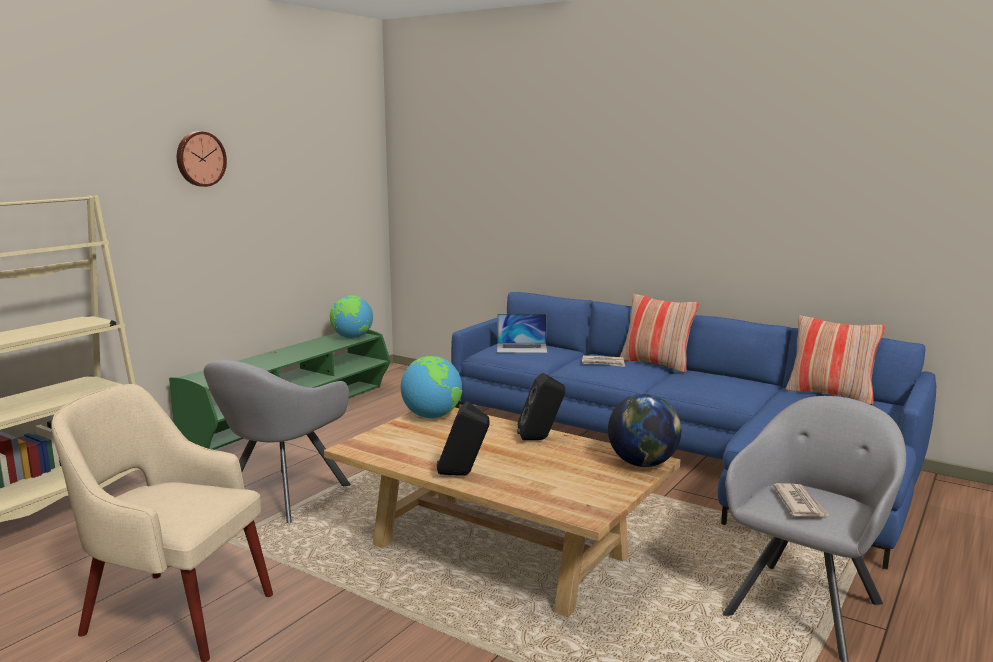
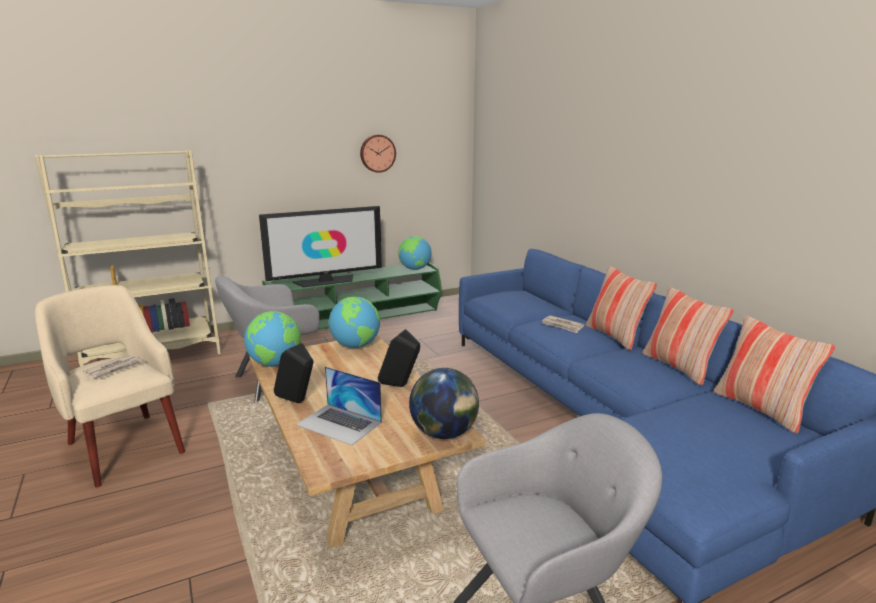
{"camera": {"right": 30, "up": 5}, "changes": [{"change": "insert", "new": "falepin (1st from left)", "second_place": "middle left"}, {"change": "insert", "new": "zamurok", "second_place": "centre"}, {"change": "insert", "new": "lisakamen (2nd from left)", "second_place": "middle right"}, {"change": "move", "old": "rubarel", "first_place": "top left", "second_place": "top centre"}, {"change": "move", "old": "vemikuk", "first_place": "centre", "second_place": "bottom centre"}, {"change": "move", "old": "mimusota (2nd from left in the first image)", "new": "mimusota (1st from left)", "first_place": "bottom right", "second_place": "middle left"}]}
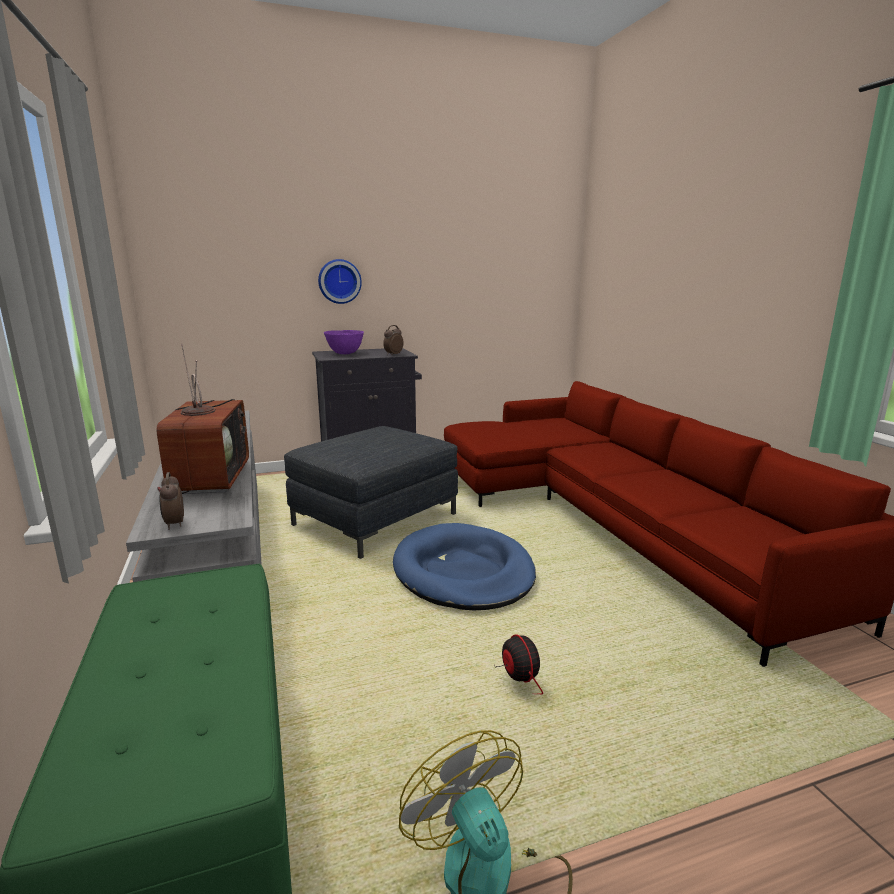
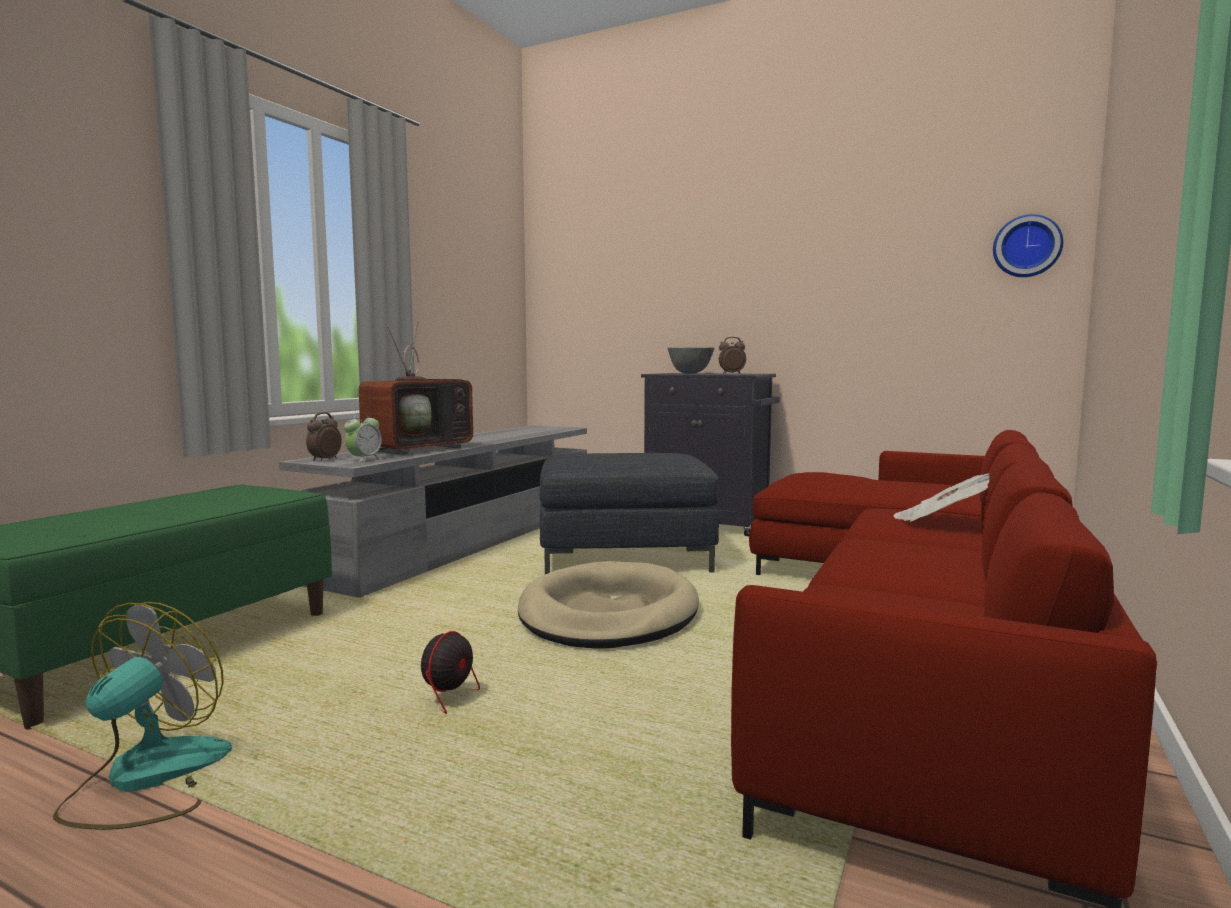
{"camera": {"right": 45, "up": -10}, "changes": [{"change": "insert", "new": "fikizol (2nd from left)", "second_place": "middle left"}, {"change": "insert", "new": "mimusota", "second_place": "middle right"}, {"change": "move", "old": "rubarel", "first_place": "top centre", "second_place": "top right"}, {"change": "recolor", "old": "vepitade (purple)", "new": "vepitade (grey)", "first_place": "centre", "second_place": "centre"}, {"change": "recolor", "old": "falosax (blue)", "new": "falosax (beige)", "first_place": "centre", "second_place": "centre"}]}
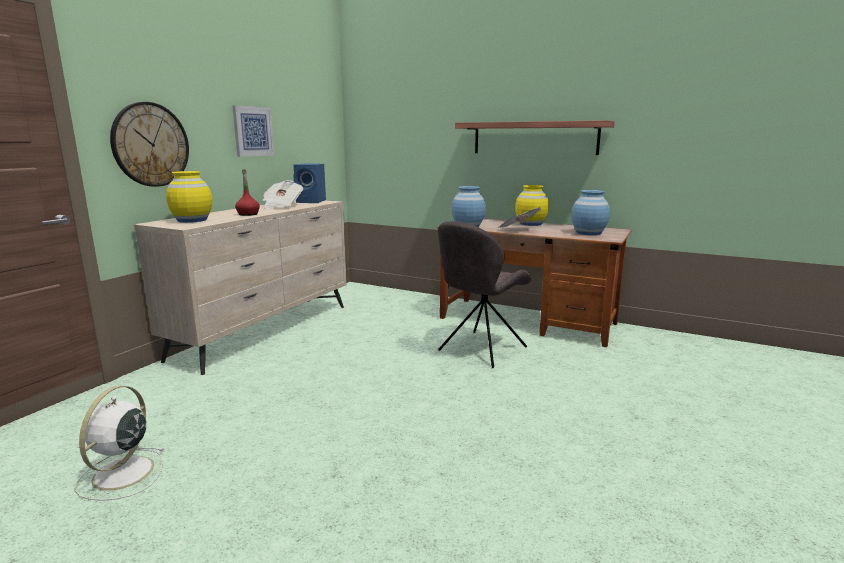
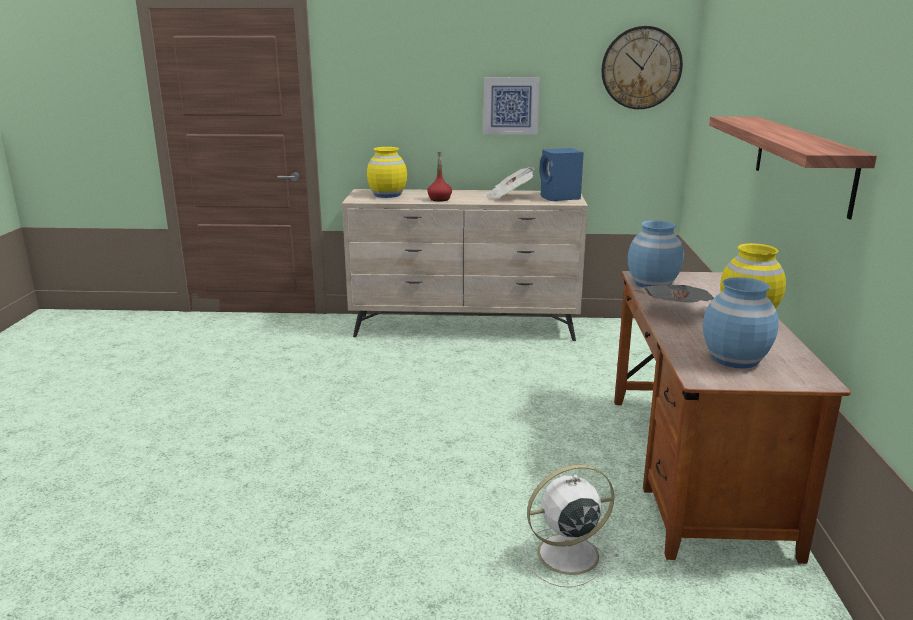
{"camera": {"right": 65, "up": 5}, "changes": [{"change": "delete", "old": "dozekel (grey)", "first_place": "centre"}, {"change": "move", "old": "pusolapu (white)", "first_place": "bottom left", "second_place": "bottom centre"}, {"change": "move", "old": "rubarel", "first_place": "top left", "second_place": "top right"}]}
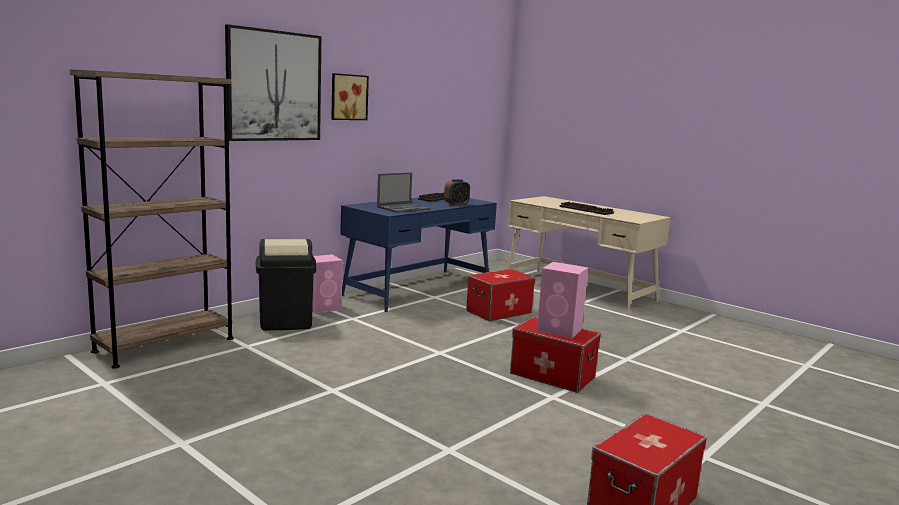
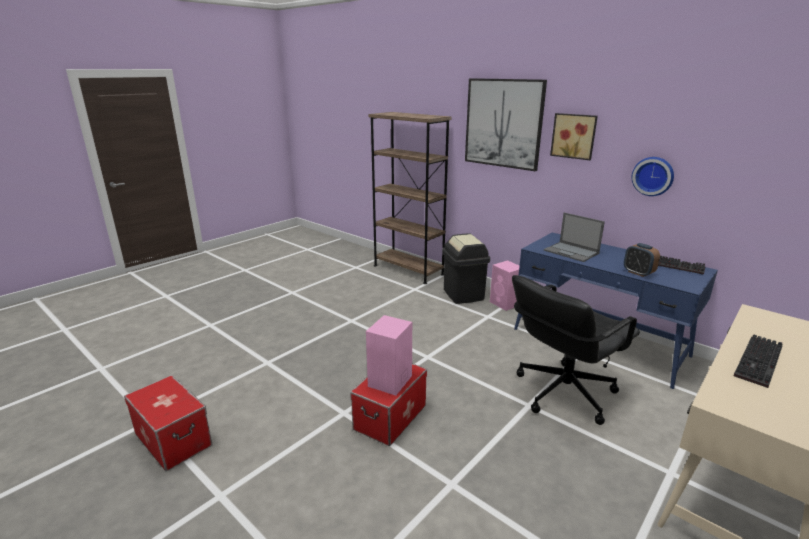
{"camera": {"right": 90, "up": 10}, "changes": [{"change": "insert", "new": "rubarel", "second_place": "top right"}, {"change": "replace", "old": "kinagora (1st from left)", "new": "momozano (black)", "first_place": "centre", "second_place": "middle right"}]}
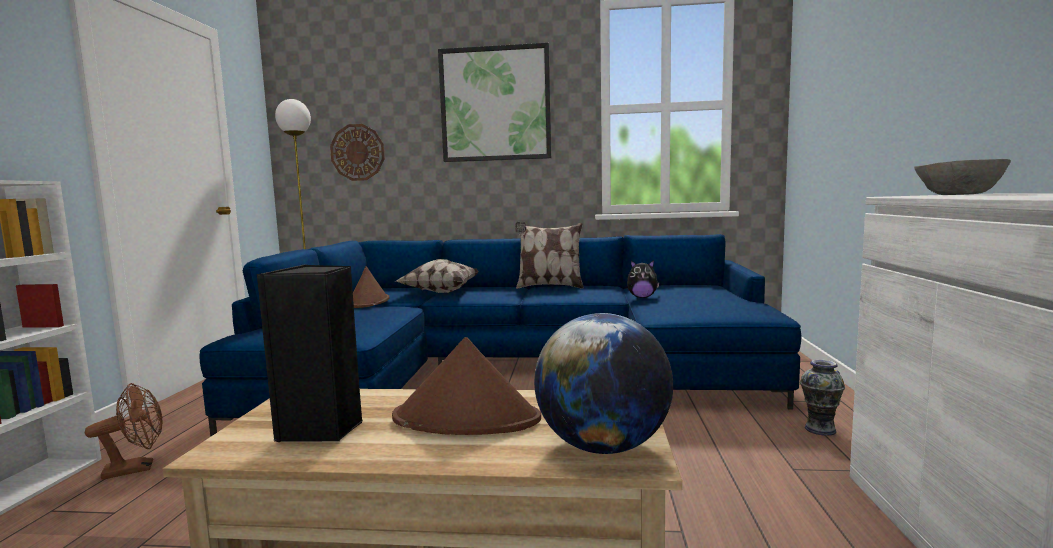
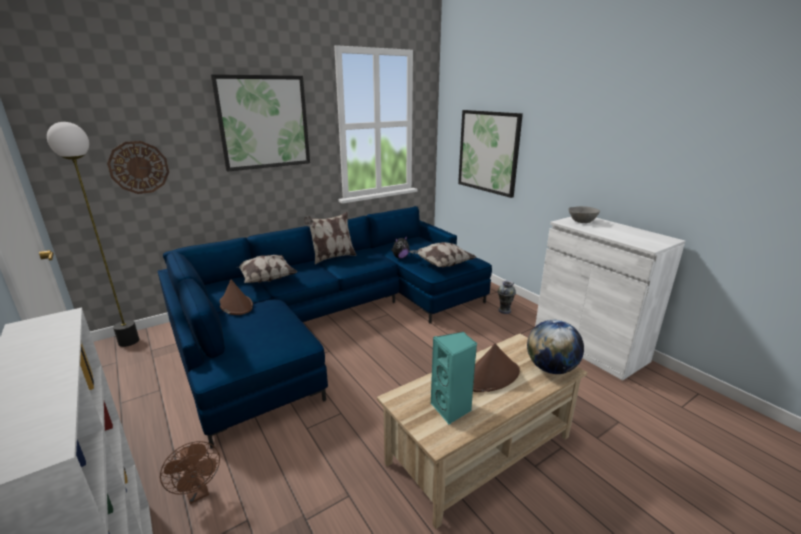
{"camera": {"right": -40, "up": 15}, "changes": [{"change": "insert", "new": "lisakamen (3rd from left)", "second_place": "centre"}, {"change": "insert", "new": "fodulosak (2nd from left)", "second_place": "top centre"}, {"change": "recolor", "old": "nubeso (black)", "new": "nubeso (turquoise)", "first_place": "middle left", "second_place": "bottom centre"}, {"change": "rotate", "old": "pusolapu (brown)", "first_place": "bottom left", "second_place": "bottom left", "degrees": 120}]}
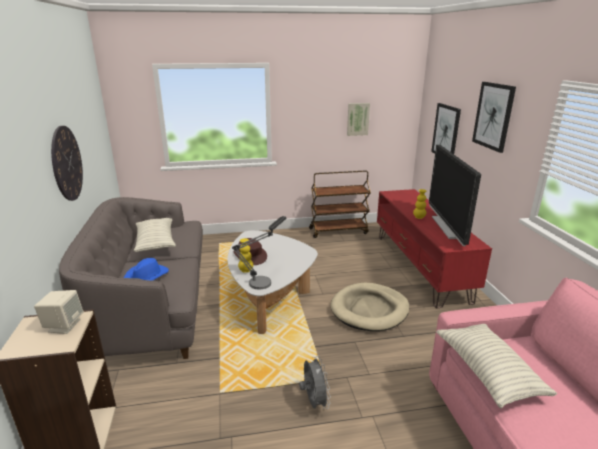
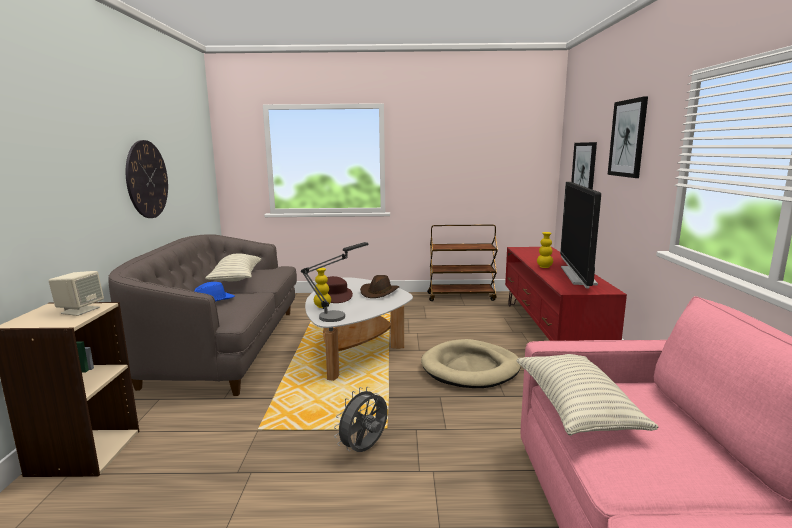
{"camera": {"right": 10, "up": -10}, "changes": [{"change": "delete", "old": "fodulosak (1st from left)", "first_place": "top centre"}, {"change": "insert", "new": "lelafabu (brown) (2nd from left)", "second_place": "centre"}, {"change": "rotate", "old": "pusolapu (grey)", "first_place": "bottom centre", "second_place": "bottom centre", "degrees": -135}]}
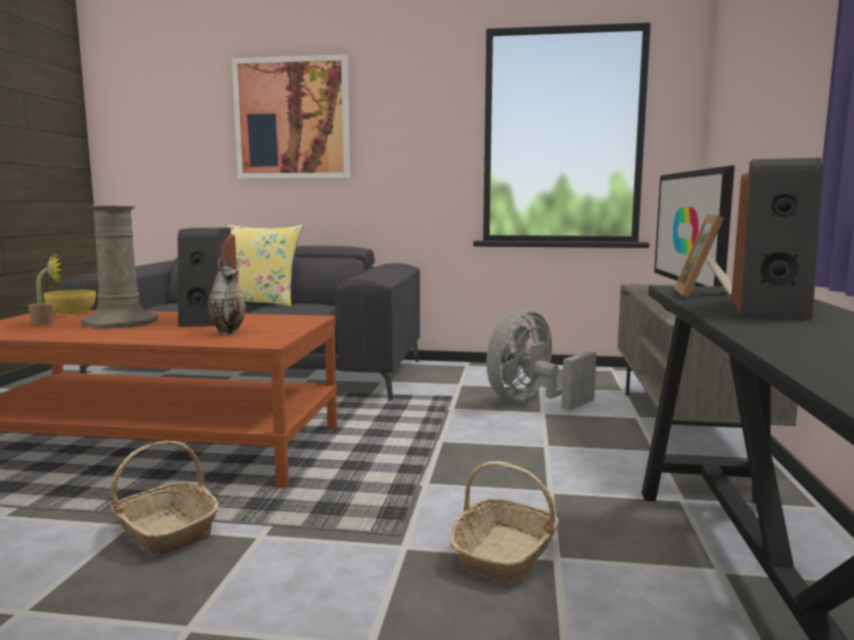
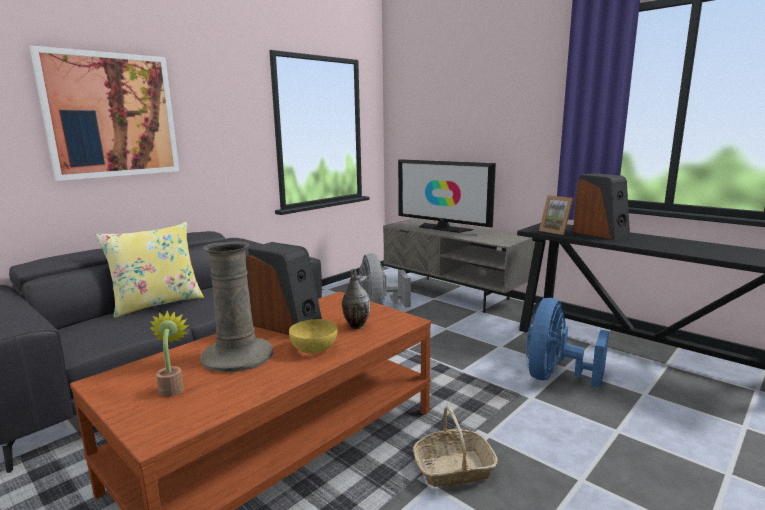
{"camera": {"right": -55, "up": 5}, "changes": [{"change": "move", "old": "vepitade (yellow)", "first_place": "middle left", "second_place": "centre"}, {"change": "replace", "old": "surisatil (2nd from left)", "new": "pusolapu (blue)", "first_place": "bottom centre", "second_place": "bottom right"}]}
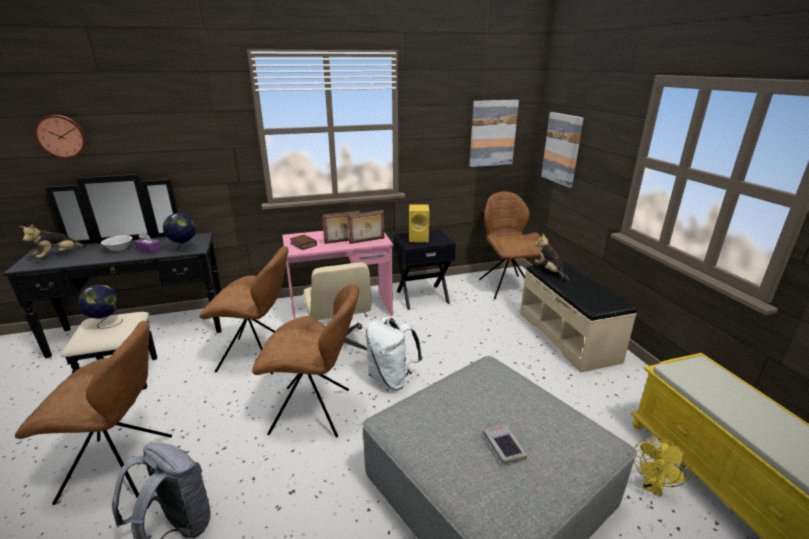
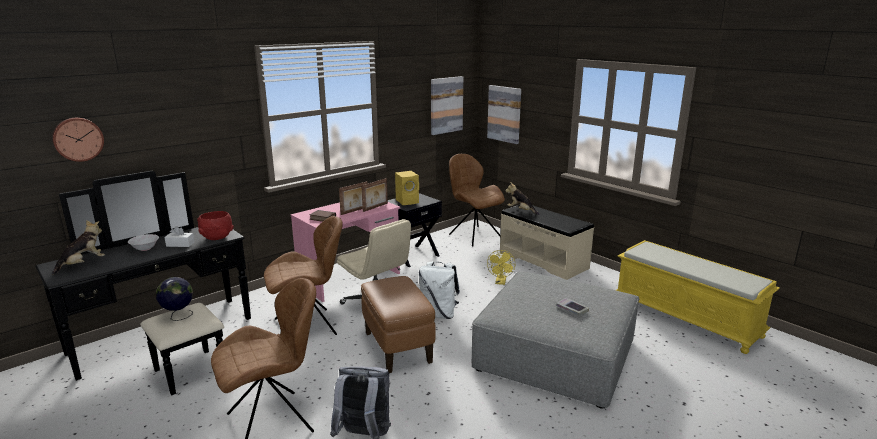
{"camera": {"right": -25, "up": -5}, "changes": [{"change": "move", "old": "pusolapu (yellow)", "first_place": "bottom right", "second_place": "centre"}, {"change": "replace", "old": "falepin (2nd from left)", "new": "vepitade (red)", "first_place": "middle left", "second_place": "middle left"}, {"change": "replace", "old": "dozekel (brown) (3rd from left)", "new": "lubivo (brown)", "first_place": "bottom centre", "second_place": "bottom centre"}, {"change": "recolor", "old": "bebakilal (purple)", "new": "bebakilal (white)", "first_place": "middle left", "second_place": "middle left"}, {"change": "rotate", "old": "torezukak (1st from left)", "first_place": "middle left", "second_place": "middle left", "degrees": -150}]}
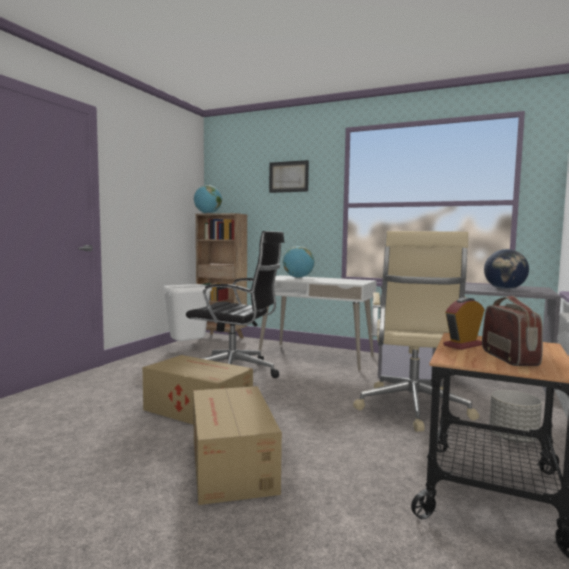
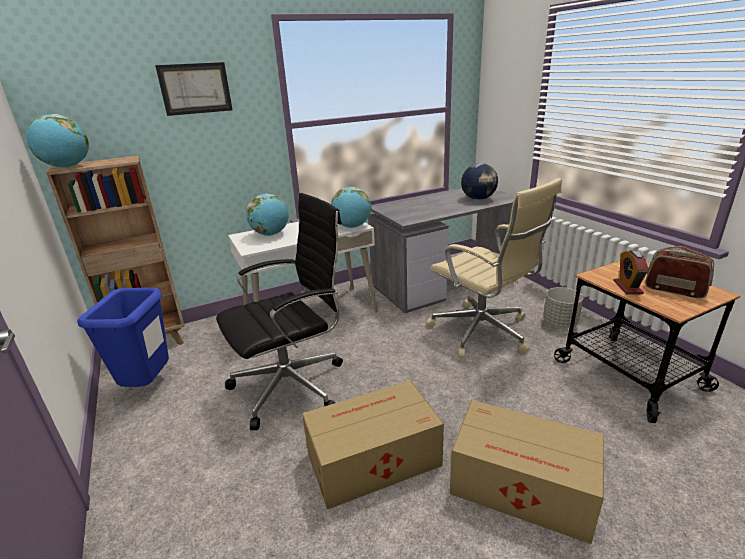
{"camera": {"right": -50, "up": 20}, "changes": [{"change": "insert", "new": "falepin (3rd from left)", "second_place": "centre"}, {"change": "recolor", "old": "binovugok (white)", "new": "binovugok (blue)", "first_place": "middle left", "second_place": "middle left"}]}
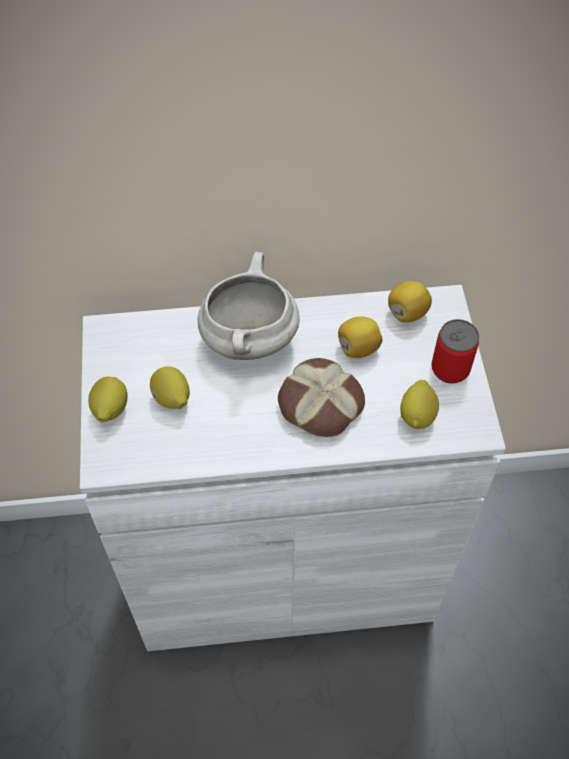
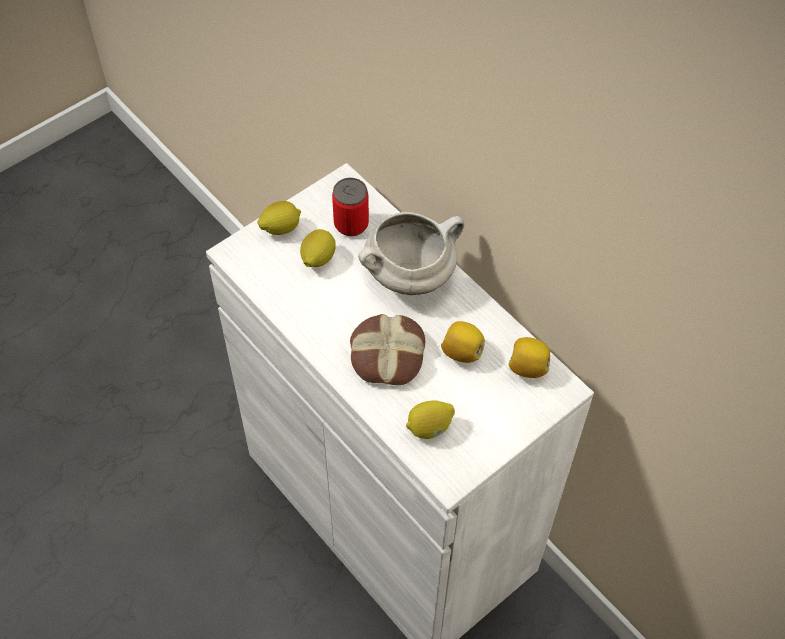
{"camera": {"right": 55, "up": 0}, "changes": [{"change": "move", "old": "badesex", "first_place": "middle right", "second_place": "top centre"}]}
